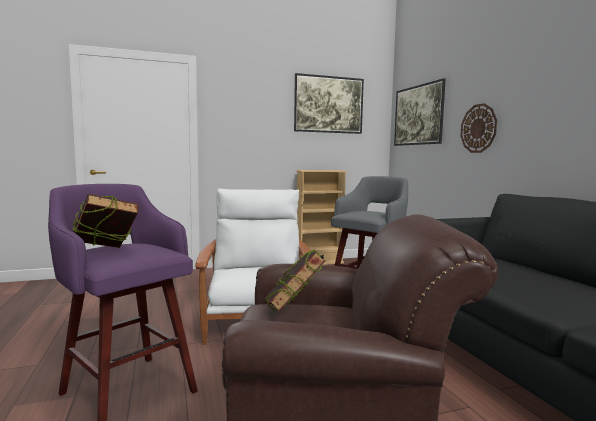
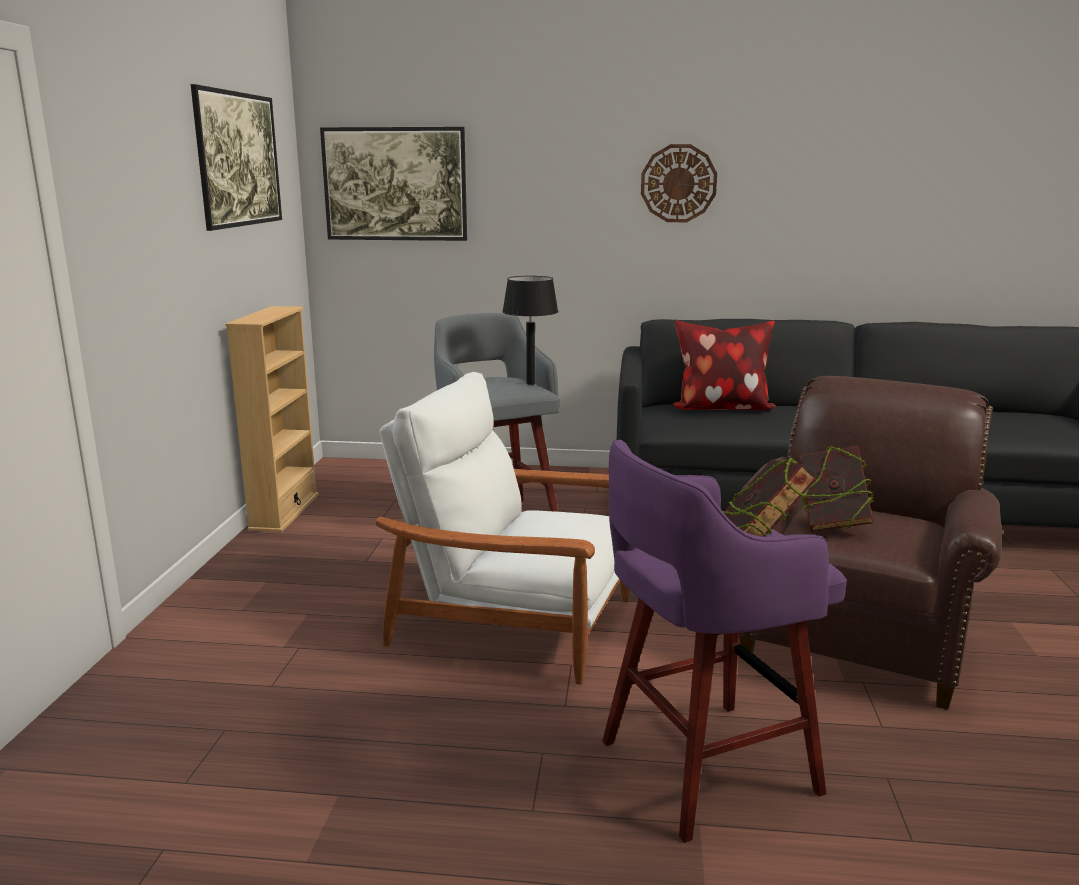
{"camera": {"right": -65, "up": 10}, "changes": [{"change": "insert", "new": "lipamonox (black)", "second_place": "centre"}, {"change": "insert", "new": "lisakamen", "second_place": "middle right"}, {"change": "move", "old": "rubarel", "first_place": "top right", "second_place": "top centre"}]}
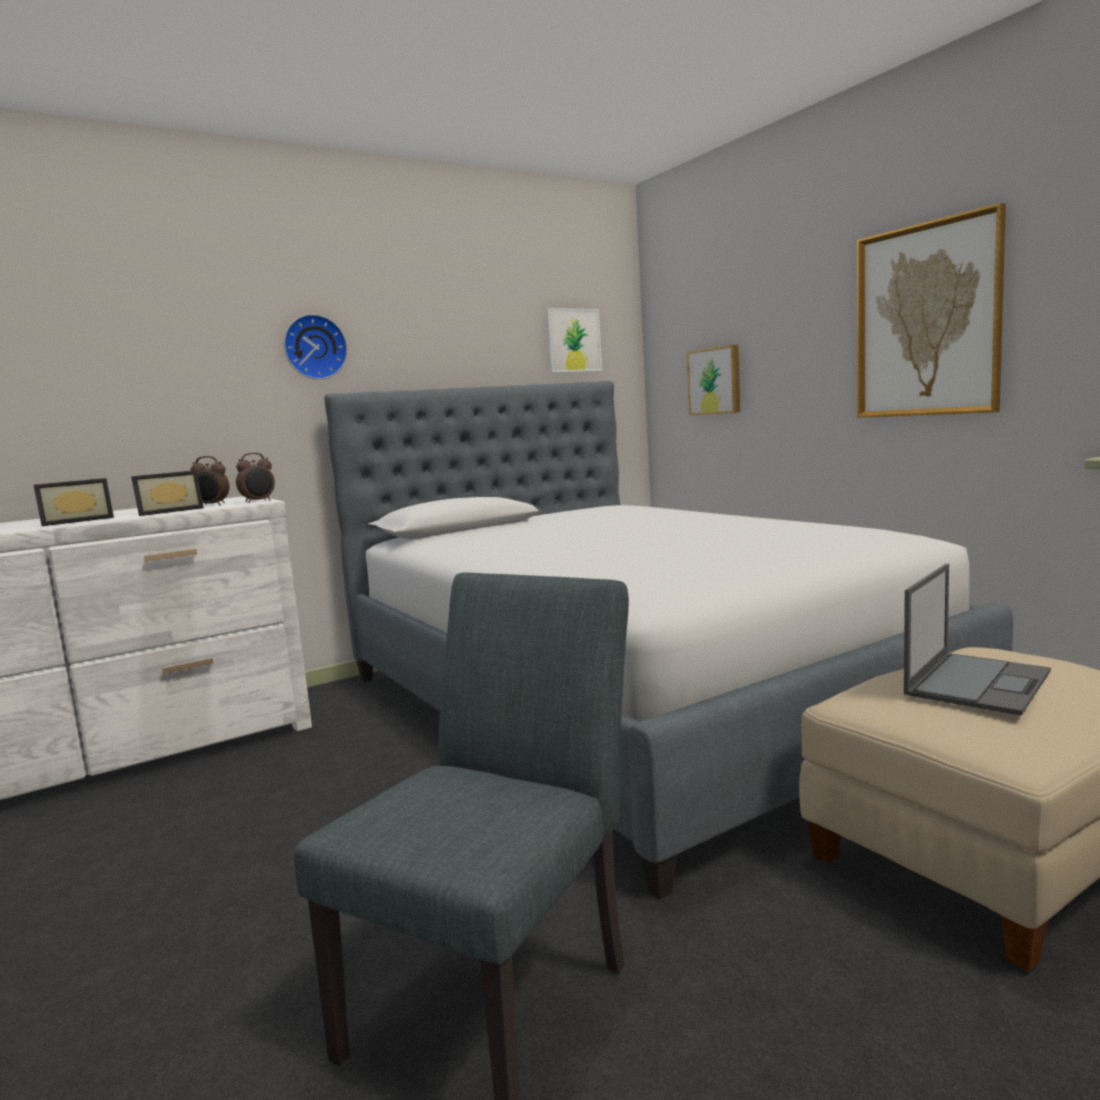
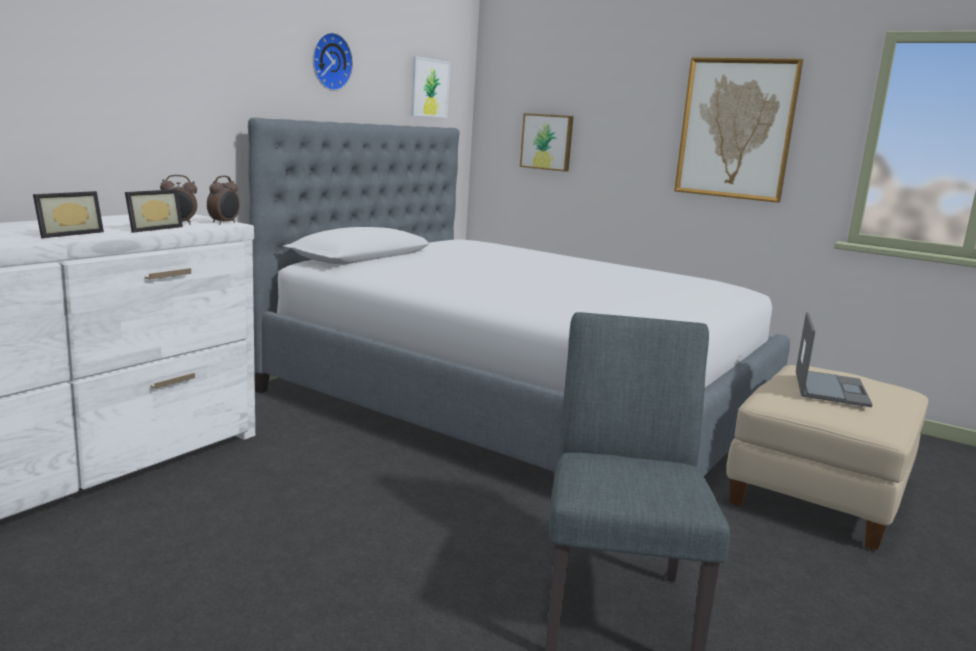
{"camera": {"right": -25, "up": 5}, "changes": [{"change": "move", "old": "rubarel", "first_place": "top left", "second_place": "top centre"}]}
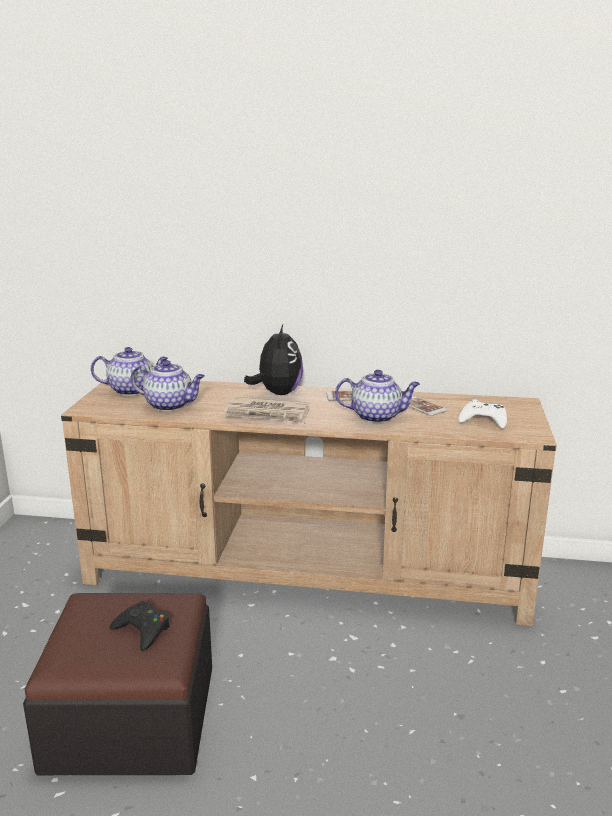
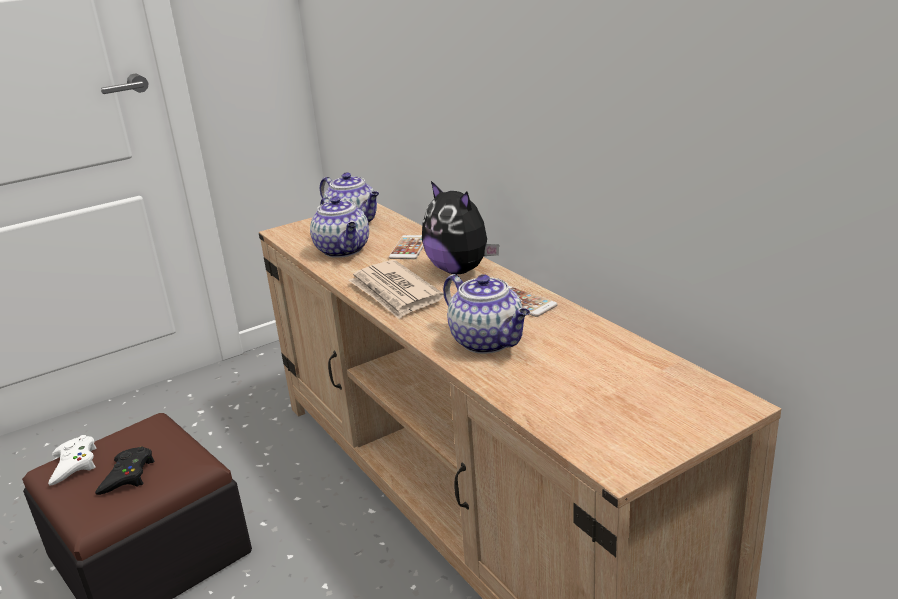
{"camera": {"right": 50, "up": 5}, "changes": [{"change": "move", "old": "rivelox (2nd from left in the first image)", "new": "rivelox (1st from left)", "first_place": "middle right", "second_place": "centre"}, {"change": "move", "old": "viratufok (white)", "first_place": "middle right", "second_place": "bottom left"}, {"change": "rotate", "old": "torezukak", "first_place": "centre", "second_place": "centre", "degrees": 90}]}
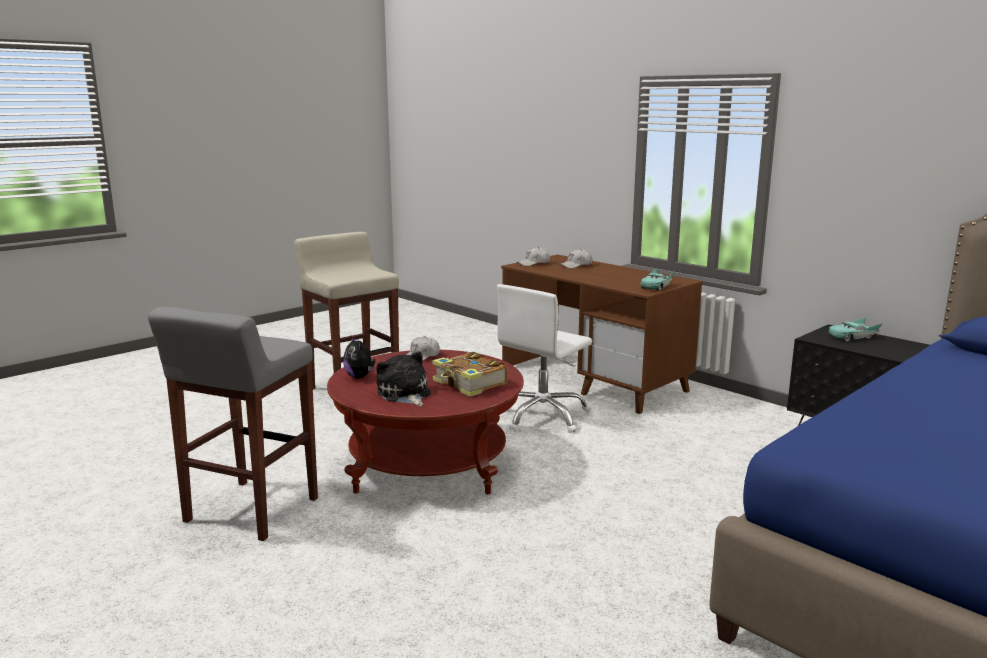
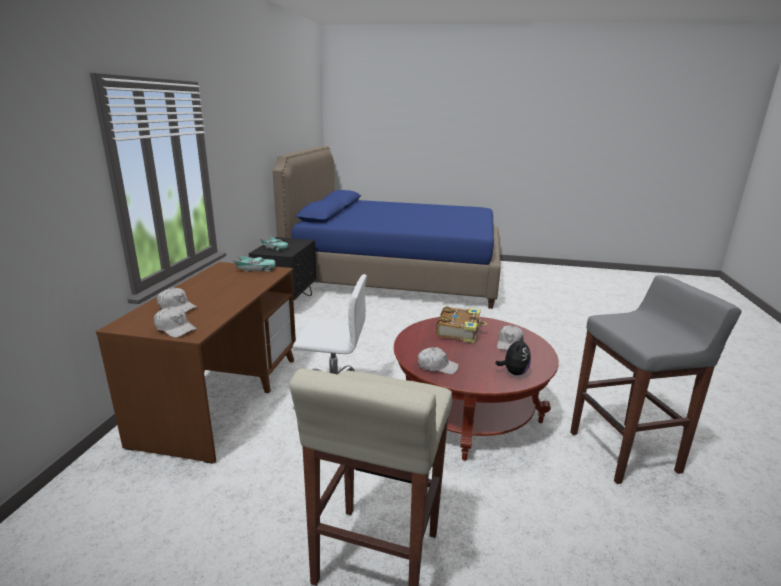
{"camera": {"right": -125, "up": 5}, "changes": [{"change": "replace", "old": "torezukak (2nd from left)", "new": "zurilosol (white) (4th from left)", "first_place": "centre", "second_place": "centre"}]}
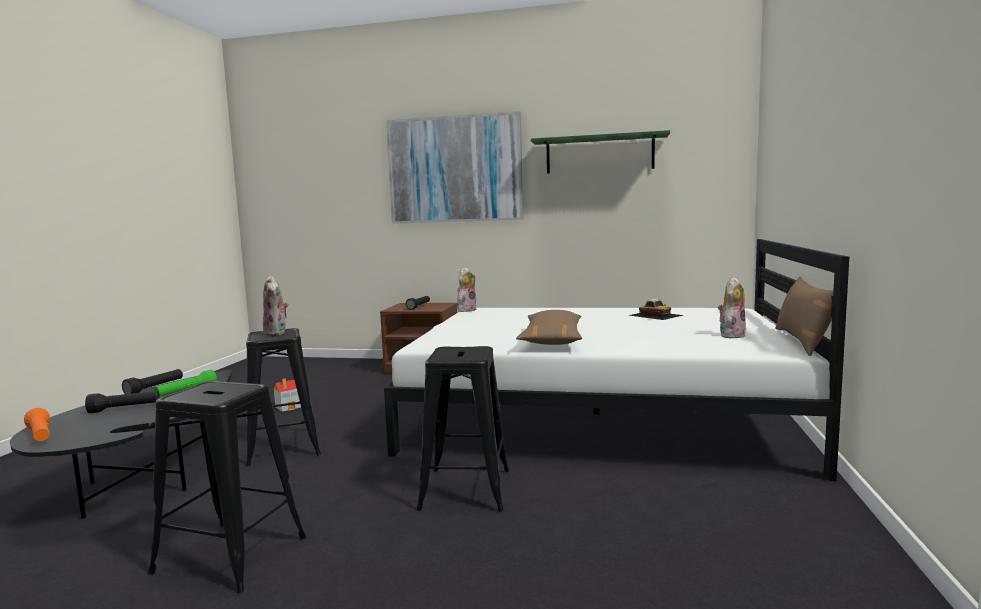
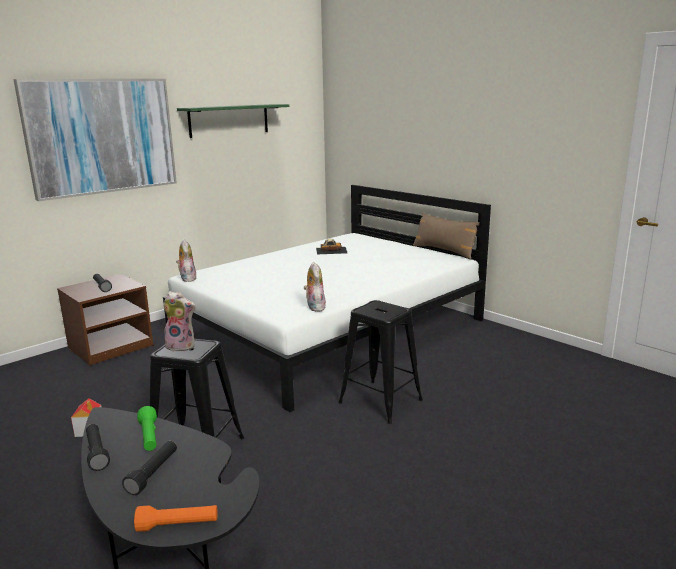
{"camera": {"right": -55, "up": 10}, "changes": [{"change": "delete", "old": "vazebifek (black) (1st from left)", "first_place": "bottom left"}, {"change": "delete", "old": "lisakamen (brown) (1st from left)", "first_place": "centre"}, {"change": "move", "old": "torezukak (3rd from left)", "first_place": "middle right", "second_place": "centre"}]}
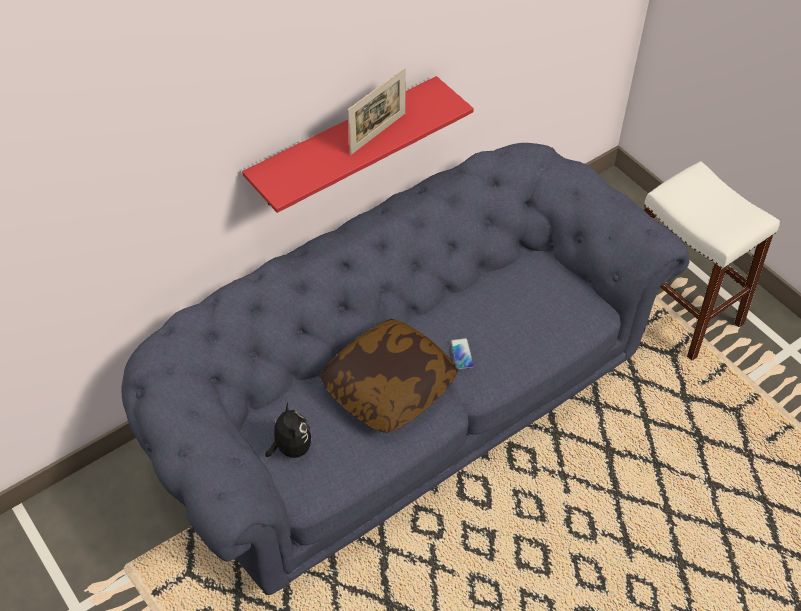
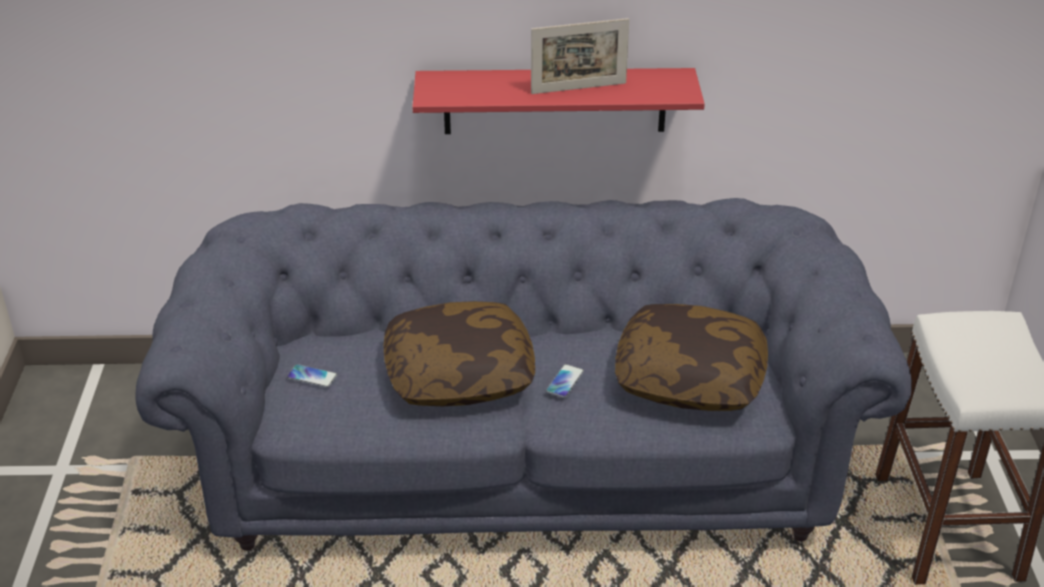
{"camera": {"right": 35, "up": -15}, "changes": [{"change": "insert", "new": "lisakamen (2nd from left)", "second_place": "centre"}, {"change": "replace", "old": "torezukak", "new": "rivelox (1st from left)", "first_place": "bottom centre", "second_place": "middle left"}]}
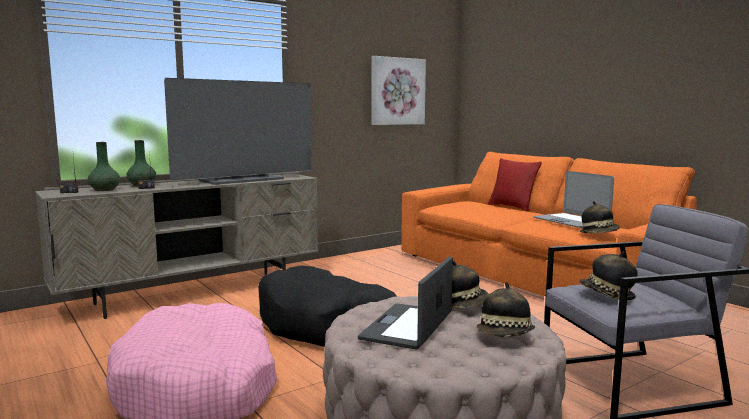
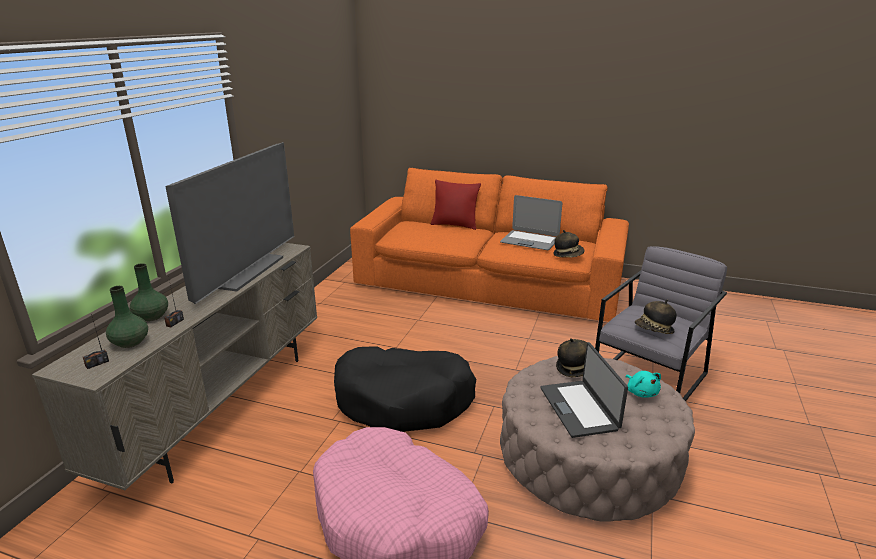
{"camera": {"right": -35, "up": 15}, "changes": [{"change": "delete", "old": "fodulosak", "first_place": "top centre"}, {"change": "replace", "old": "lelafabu (2nd from left)", "new": "torezukak (turquoise)", "first_place": "bottom right", "second_place": "bottom right"}]}
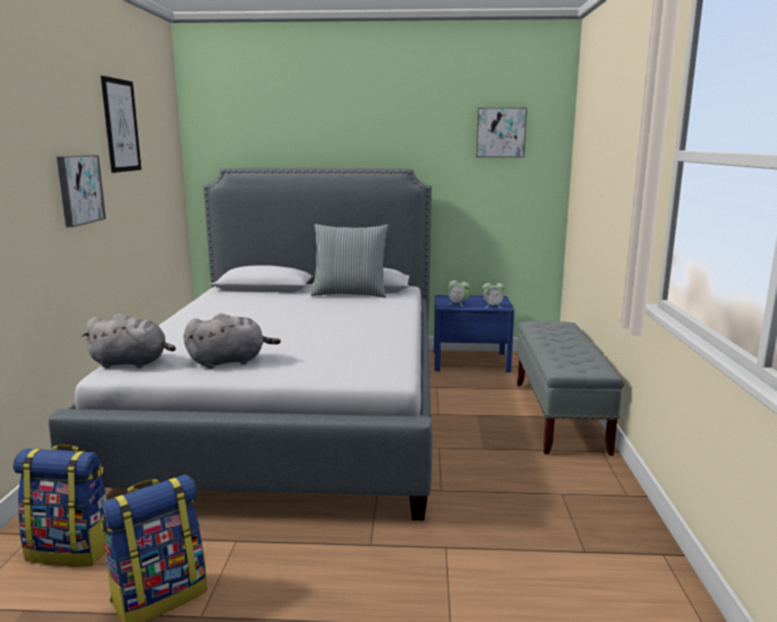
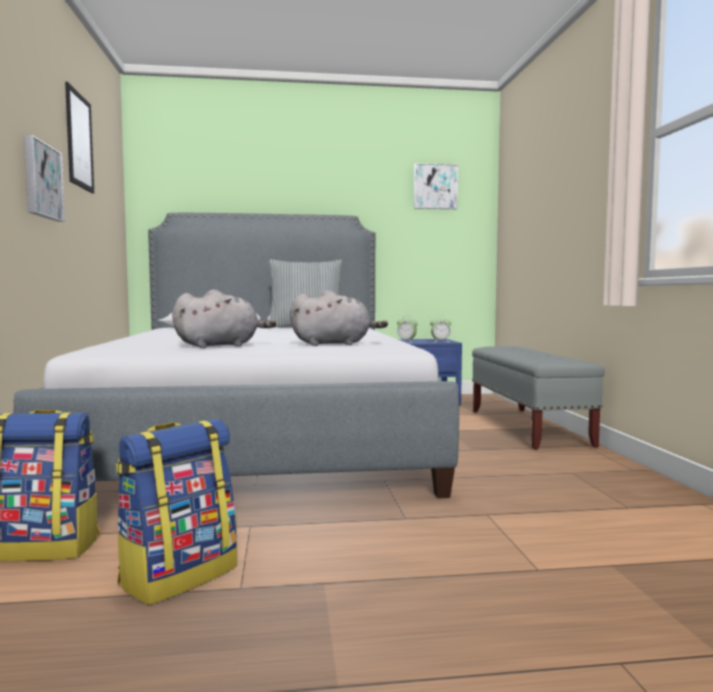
{"camera": {"right": -10, "up": -10}, "changes": [{"change": "move", "old": "torezukak (grey) (1st from left in the first image)", "new": "torezukak (grey) (2nd from left)", "first_place": "middle left", "second_place": "centre"}]}
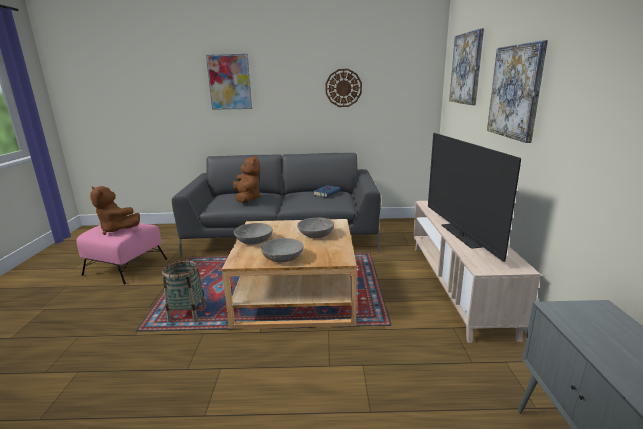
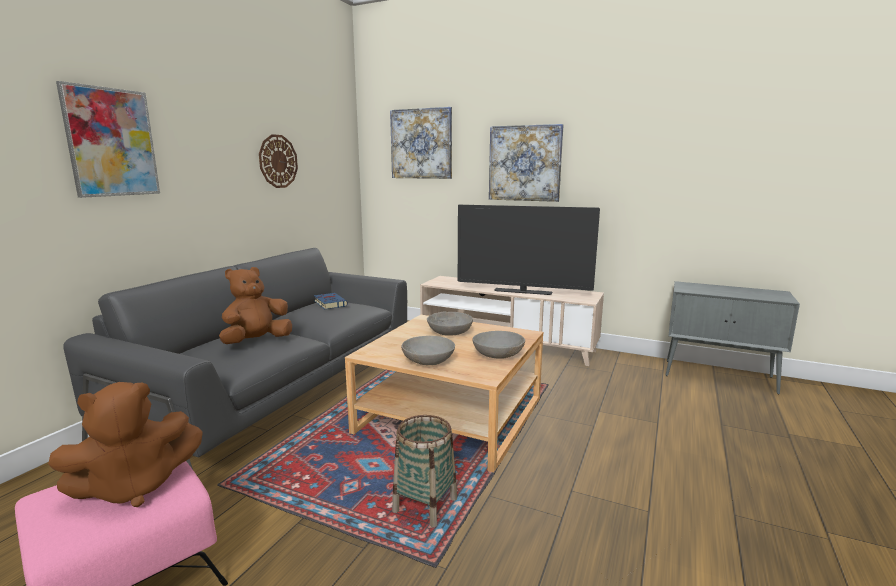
{"camera": {"right": -65, "up": -5}, "changes": [{"change": "rotate", "old": "torezukak (brown) (2nd from left)", "first_place": "centre", "second_place": "middle left", "degrees": -60}]}
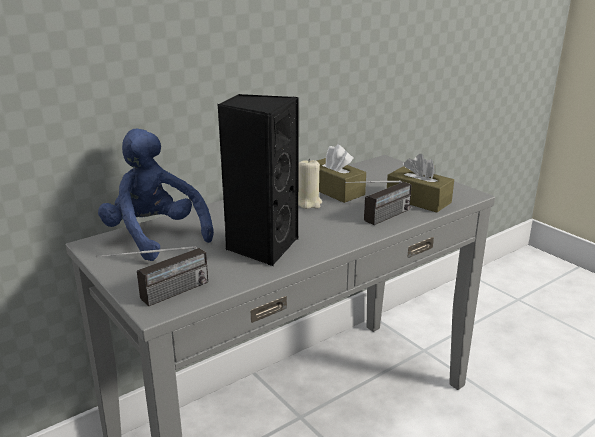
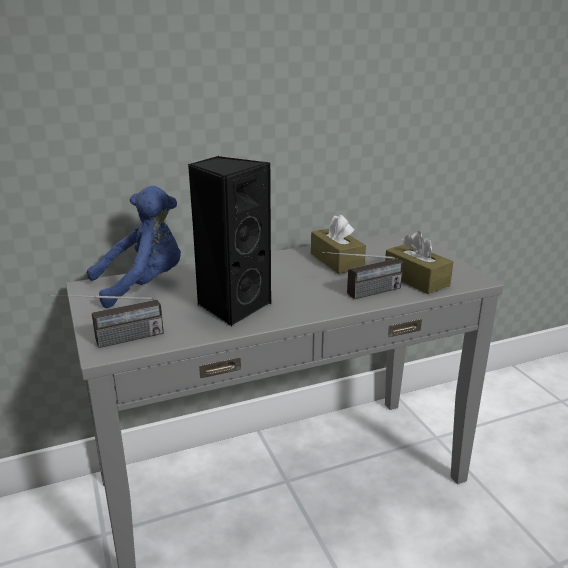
{"camera": {"right": 15, "up": 0}, "changes": [{"change": "delete", "old": "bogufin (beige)", "first_place": "centre"}, {"change": "rotate", "old": "torezukak (blue)", "first_place": "middle left", "second_place": "middle left", "degrees": 90}]}
